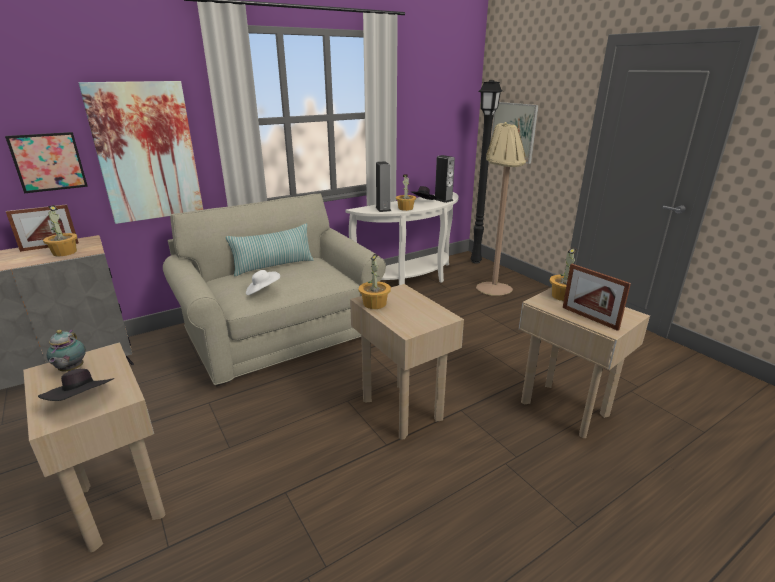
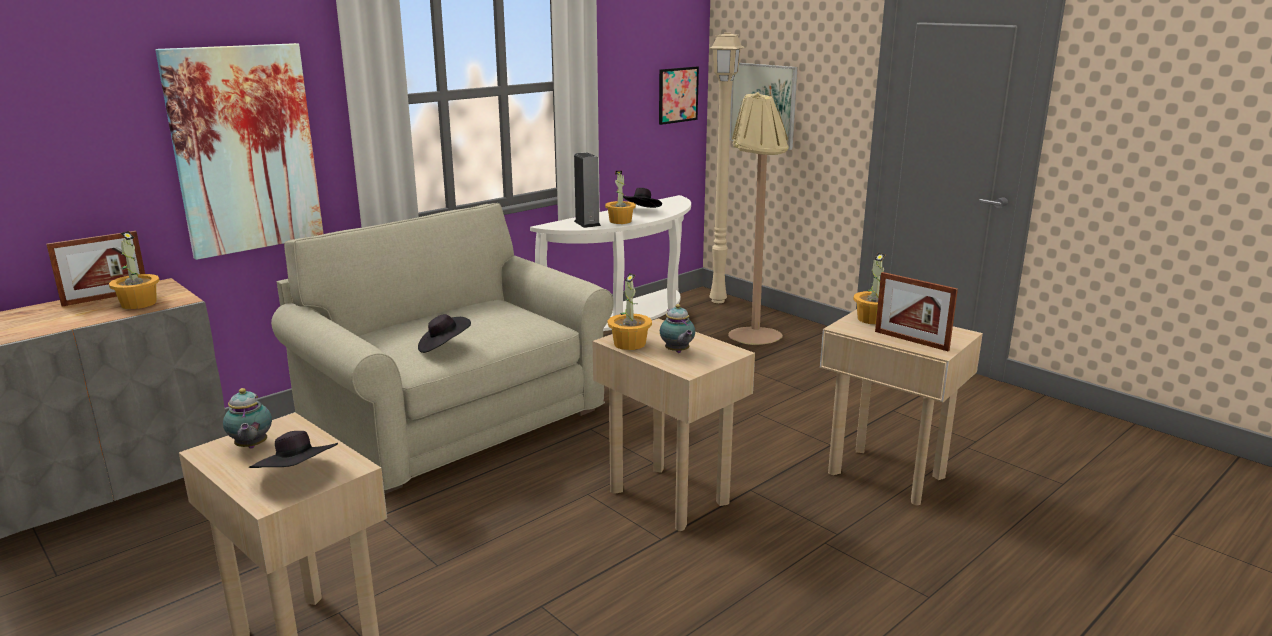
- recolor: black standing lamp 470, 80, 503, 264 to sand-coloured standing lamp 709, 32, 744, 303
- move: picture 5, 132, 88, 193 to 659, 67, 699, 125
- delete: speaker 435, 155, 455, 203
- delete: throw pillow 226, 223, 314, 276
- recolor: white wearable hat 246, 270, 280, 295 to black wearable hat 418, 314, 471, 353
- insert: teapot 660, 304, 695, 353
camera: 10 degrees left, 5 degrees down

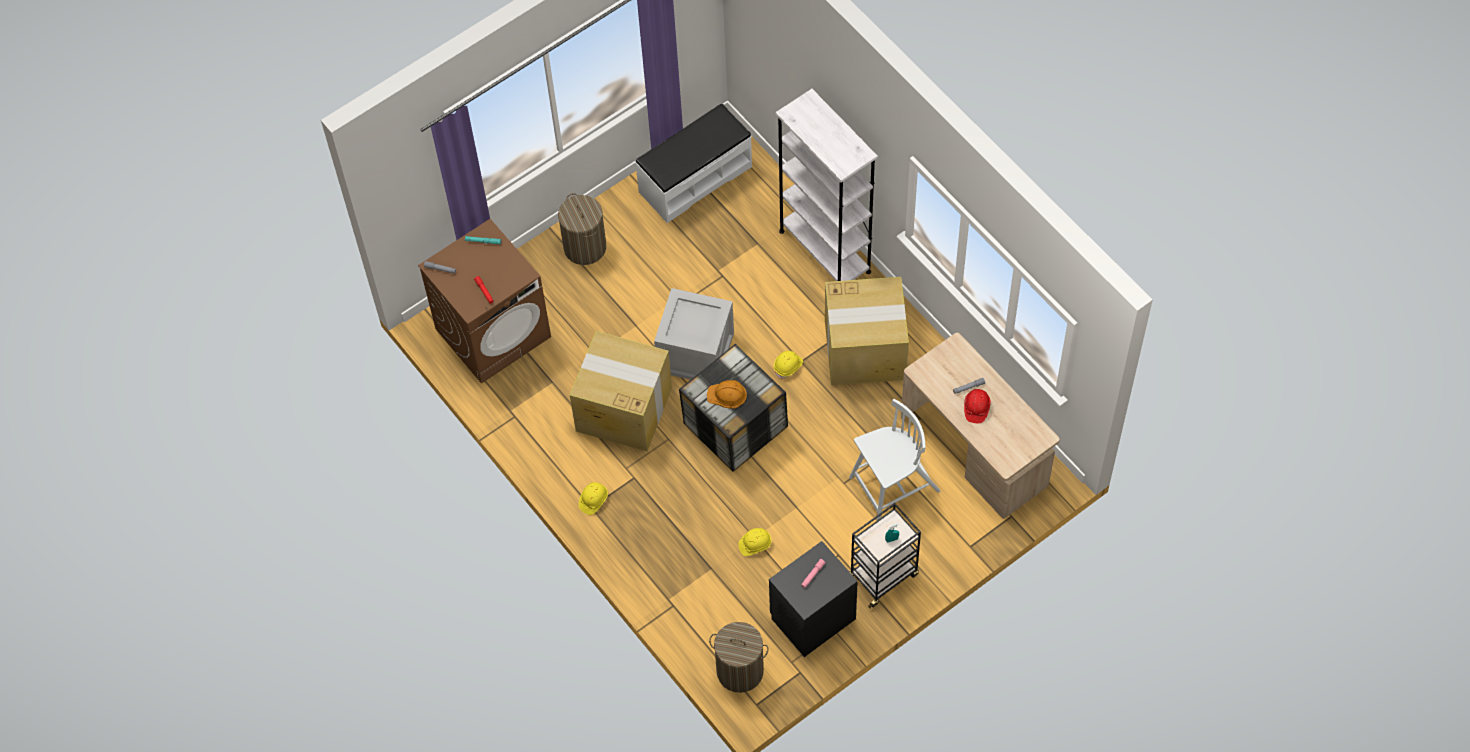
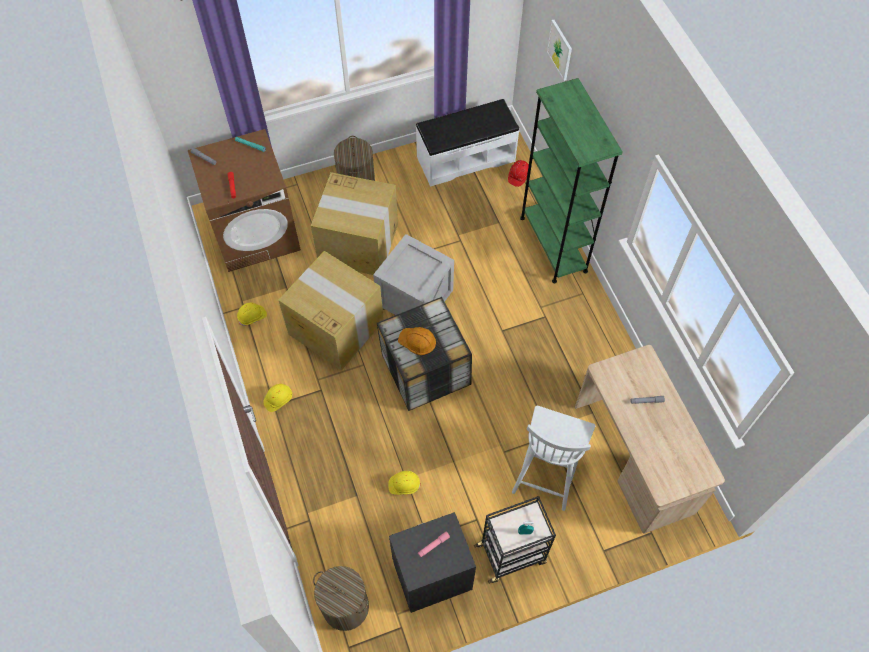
- recolor: white shelving unit 775, 89, 878, 281 to green-coloured shelving unit 520, 78, 623, 283
- move: carton 825, 277, 909, 385 to 311, 172, 398, 275
- move: yellow work helmet 774, 351, 803, 378 to 237, 303, 267, 326
- move: red-coloured work helmet 964, 389, 991, 423 to 508, 160, 529, 187
- rotate: white plain chair 849, 399, 940, 520 = 512, 406, 596, 511 120 degrees clockwise
- insert: picture 547, 20, 572, 81
camera: 15 degrees right, 0 degrees up

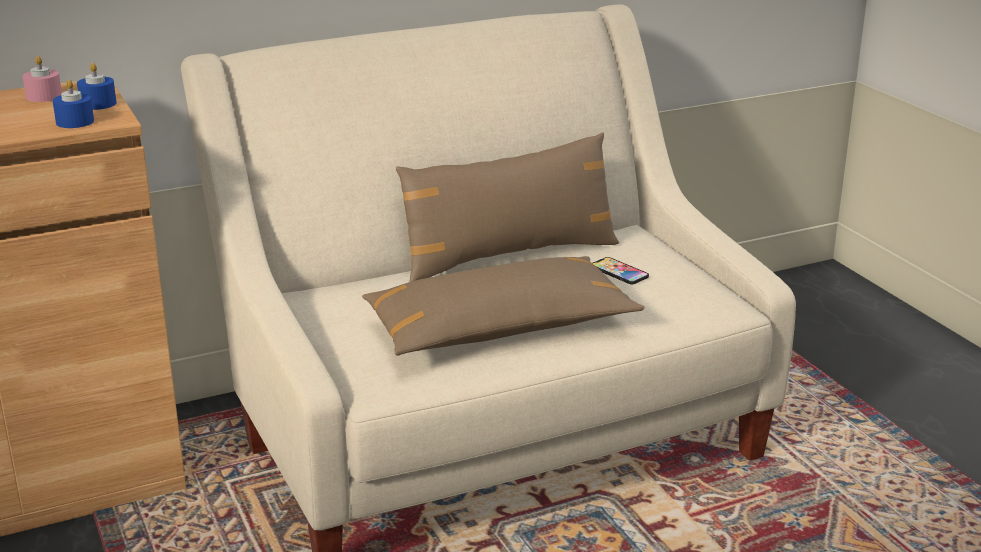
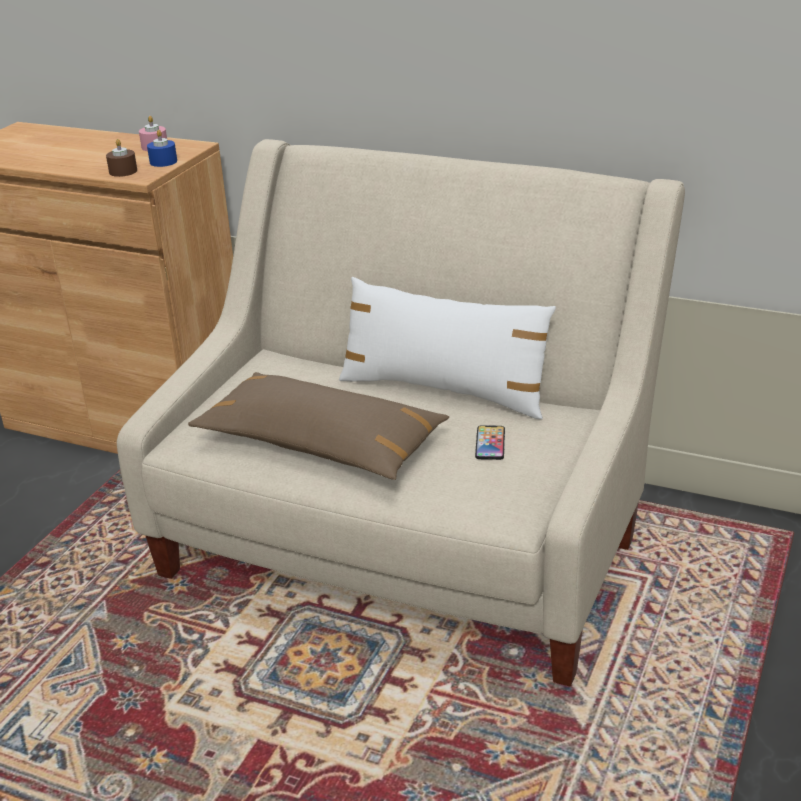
- recolor: blue wax candle 53, 79, 94, 128 to brown-coloured wax candle 106, 139, 137, 177
- recolor: brown-coloured throw pillow 396, 132, 619, 282 to white throw pillow 339, 277, 556, 420
camera: 50 degrees right, 5 degrees up

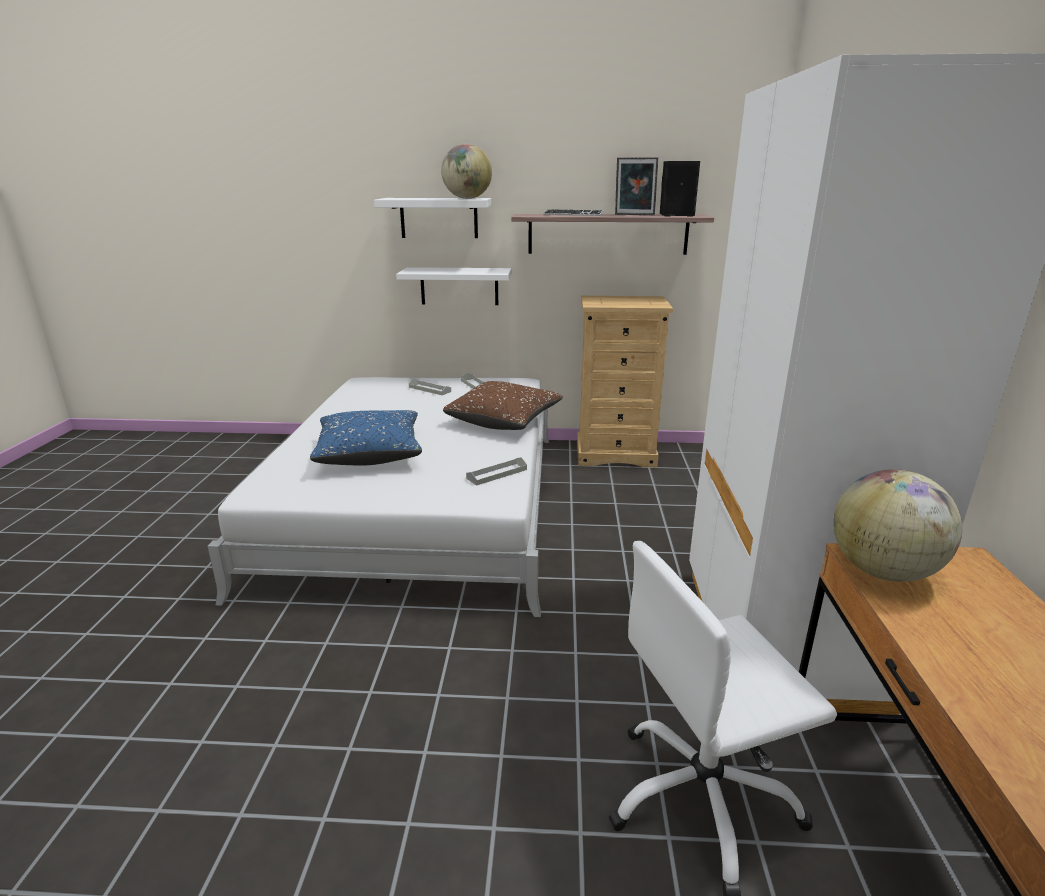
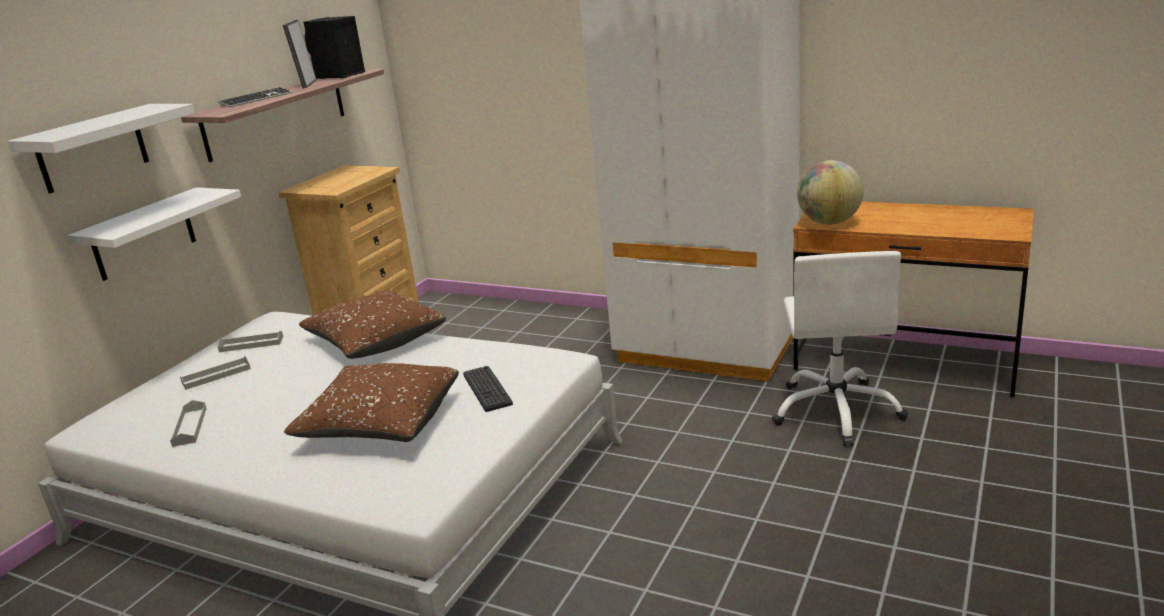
- delete: world globe 441, 144, 492, 199
- rotate: photo frame 615, 157, 658, 215 = 283, 20, 317, 88 135 degrees clockwise
- recolor: blue throw pillow 310, 410, 422, 465 to brown-coloured throw pillow 284, 363, 459, 442
- move: grey serving tray 466, 457, 527, 486 to 170, 400, 207, 447
- insert: keyboard 463, 366, 513, 412
camera: 65 degrees left, 0 degrees up

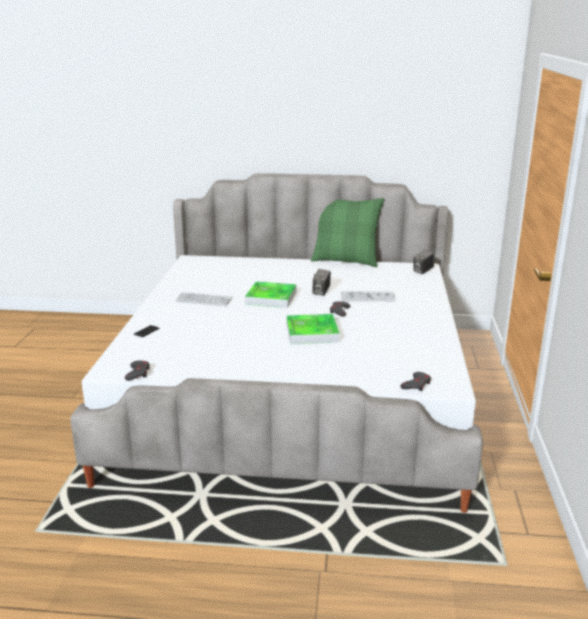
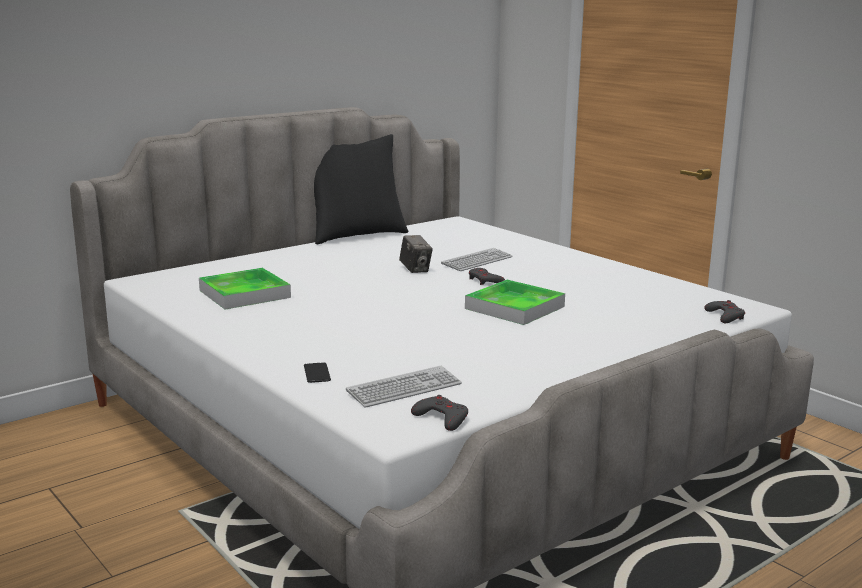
- recolor: green-coloured throw pillow 311, 198, 385, 267 to black throw pillow 314, 134, 408, 244
- delete: still camera 413, 250, 434, 274
- move: serving tray 245, 281, 297, 308 to 199, 268, 291, 309
- move: keyboard 175, 292, 232, 306 to 346, 366, 462, 408
camera: 45 degrees left, 5 degrees down

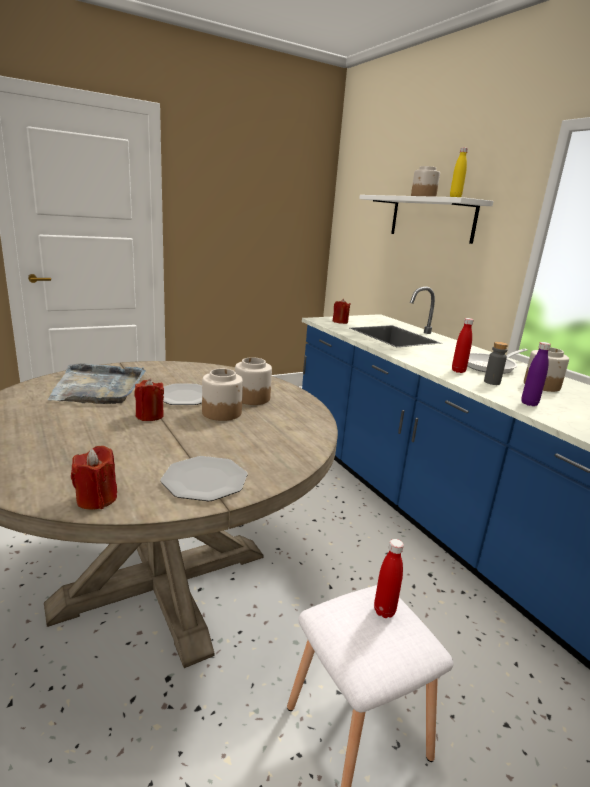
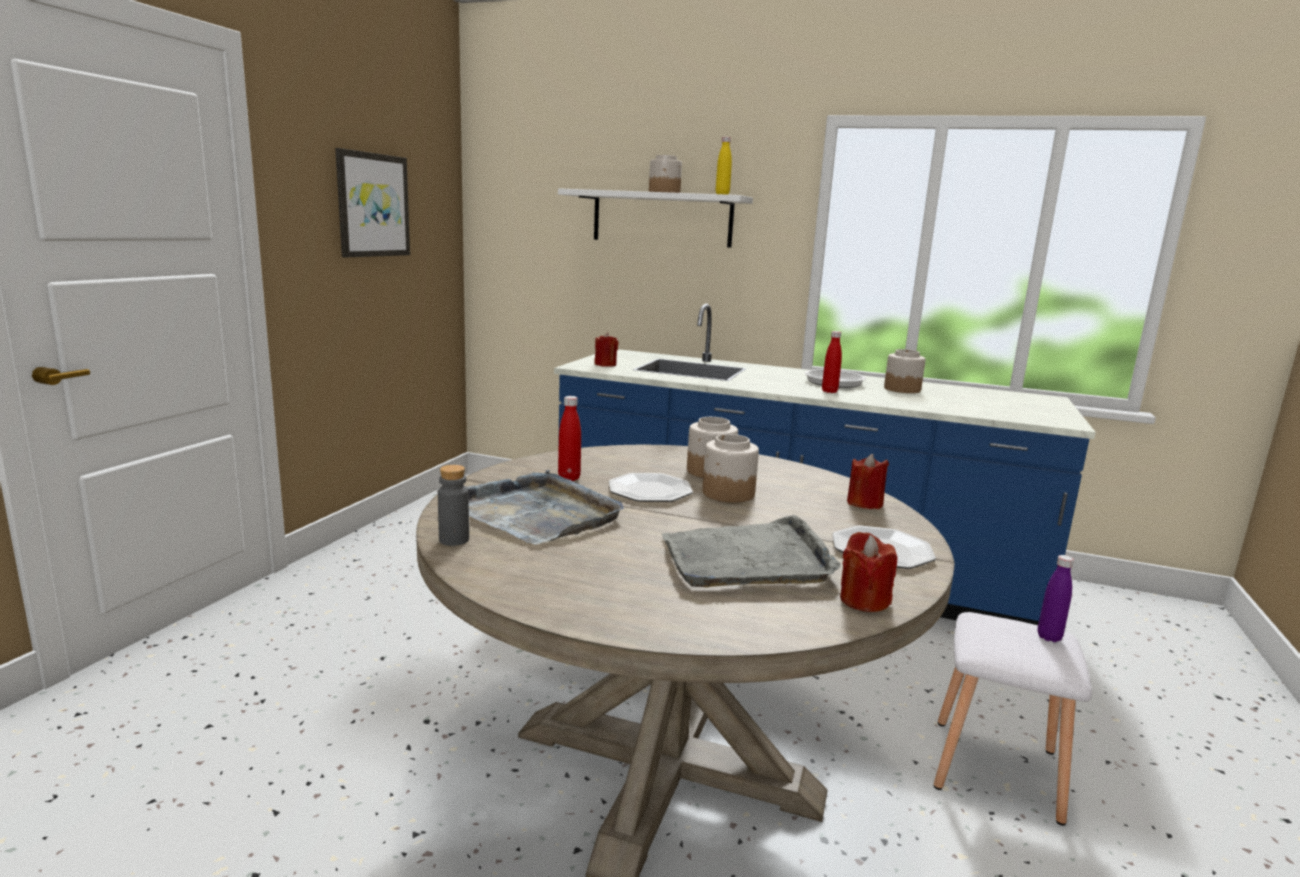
- move: grey drink bottle 484, 342, 508, 385 to 438, 465, 469, 546
- move: purple-coloured drink bottle 521, 342, 551, 406 to 1038, 555, 1074, 642
- move: red-coloured wax candle 134, 378, 164, 421 to 847, 454, 889, 509
- move: red-coloured drink bottle 374, 539, 404, 618 to 558, 396, 581, 481
- insert: picture 335, 148, 410, 258
- insert: grey serving tray 662, 515, 841, 587
camera: 40 degrees left, 5 degrees down

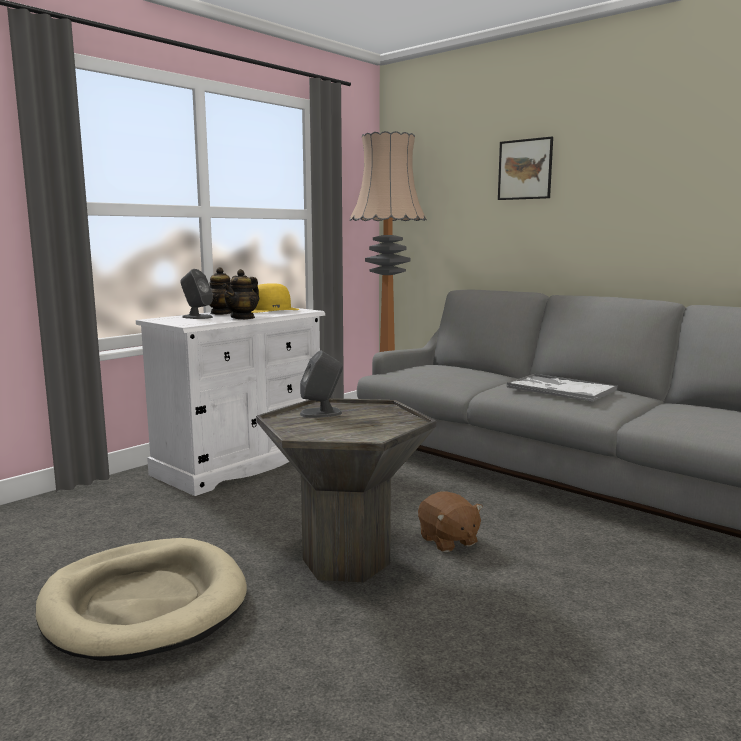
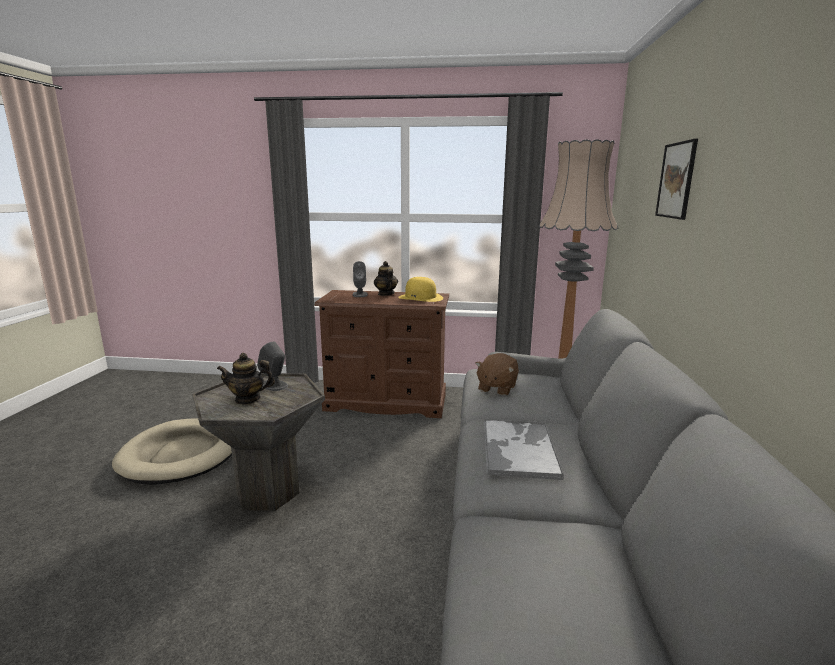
- move: teapot 223, 269, 259, 319 to 217, 353, 275, 405
- recolor: white drawer chest 136, 308, 325, 496 to brown-coloured drawer chest 315, 290, 449, 418
- move: brown-coloured soft toy 418, 491, 483, 552 to 475, 353, 519, 396
camera: 55 degrees right, 5 degrees up

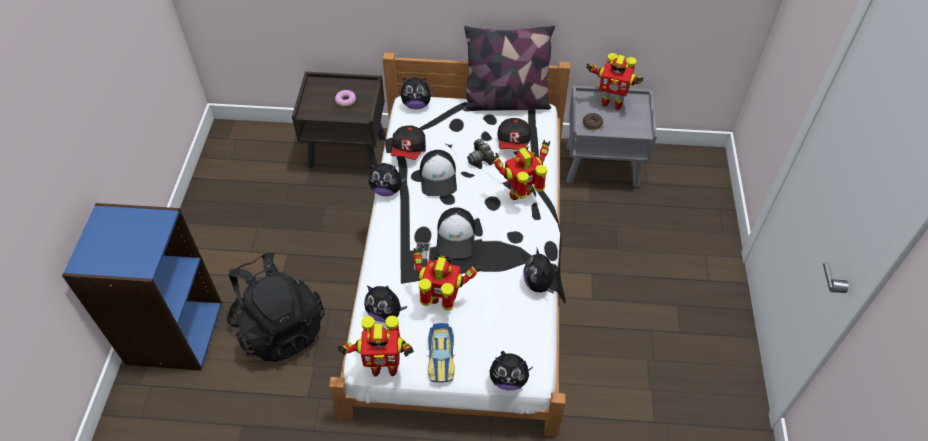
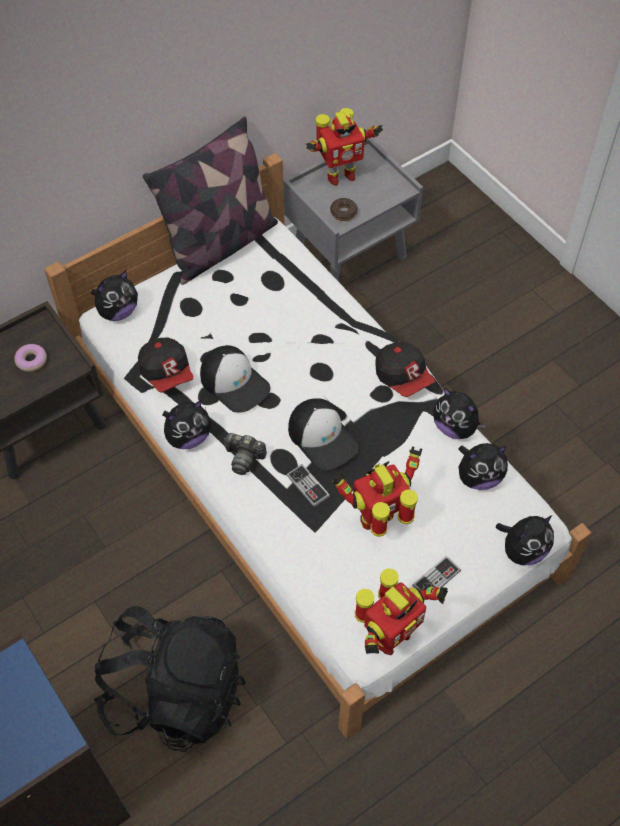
- move: cap 497, 118, 531, 150 to 375, 342, 435, 397
- move: still camera 467, 138, 494, 165 to 224, 433, 267, 475
- delete: model robot 491, 140, 550, 200
- move: soft toy 364, 286, 407, 323 to 459, 443, 508, 490
- replace: model car 428, 323, 455, 383 to joypad 412, 556, 461, 600
camera: 40 degrees left, 5 degrees up

